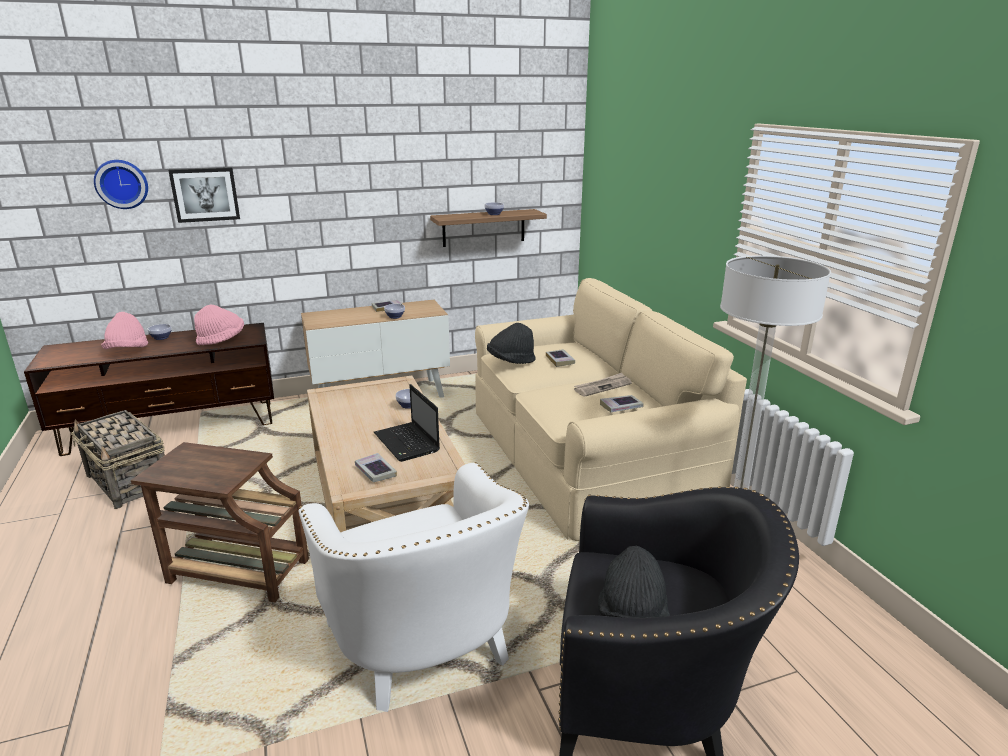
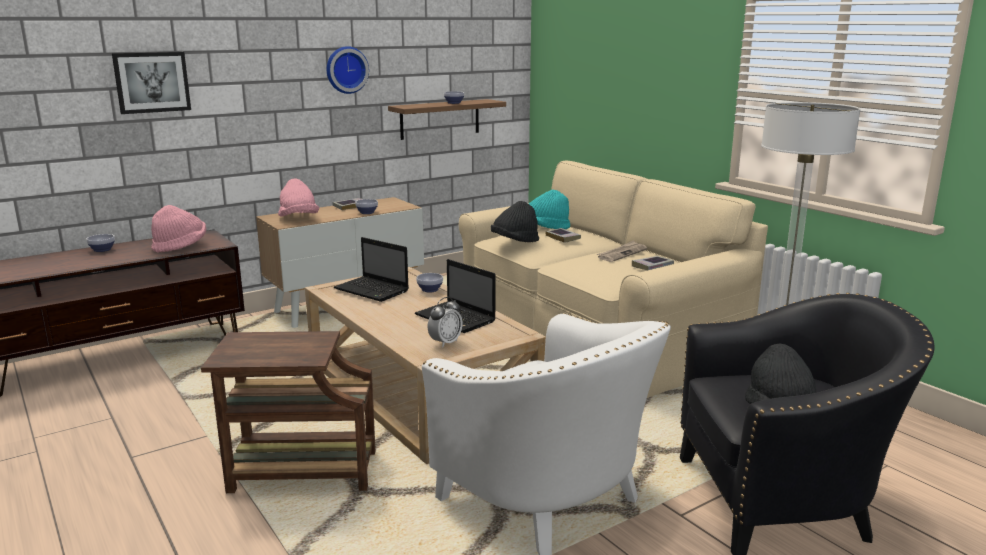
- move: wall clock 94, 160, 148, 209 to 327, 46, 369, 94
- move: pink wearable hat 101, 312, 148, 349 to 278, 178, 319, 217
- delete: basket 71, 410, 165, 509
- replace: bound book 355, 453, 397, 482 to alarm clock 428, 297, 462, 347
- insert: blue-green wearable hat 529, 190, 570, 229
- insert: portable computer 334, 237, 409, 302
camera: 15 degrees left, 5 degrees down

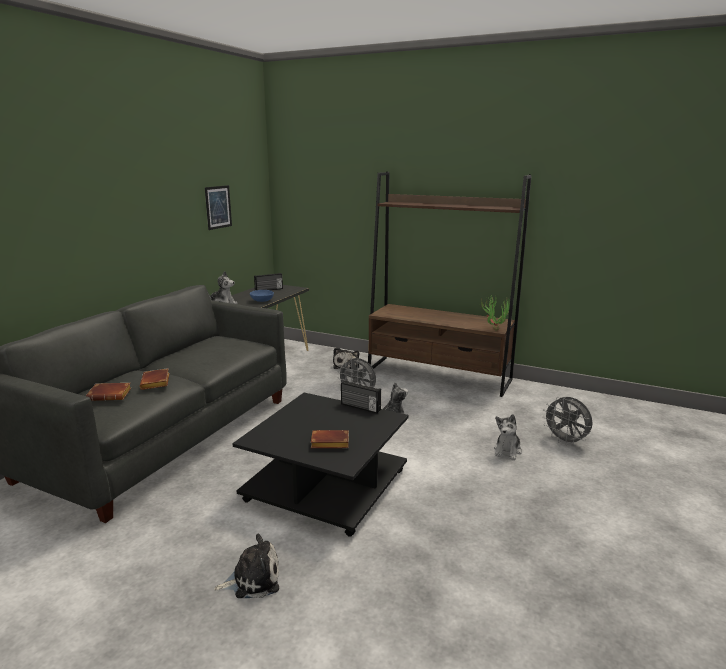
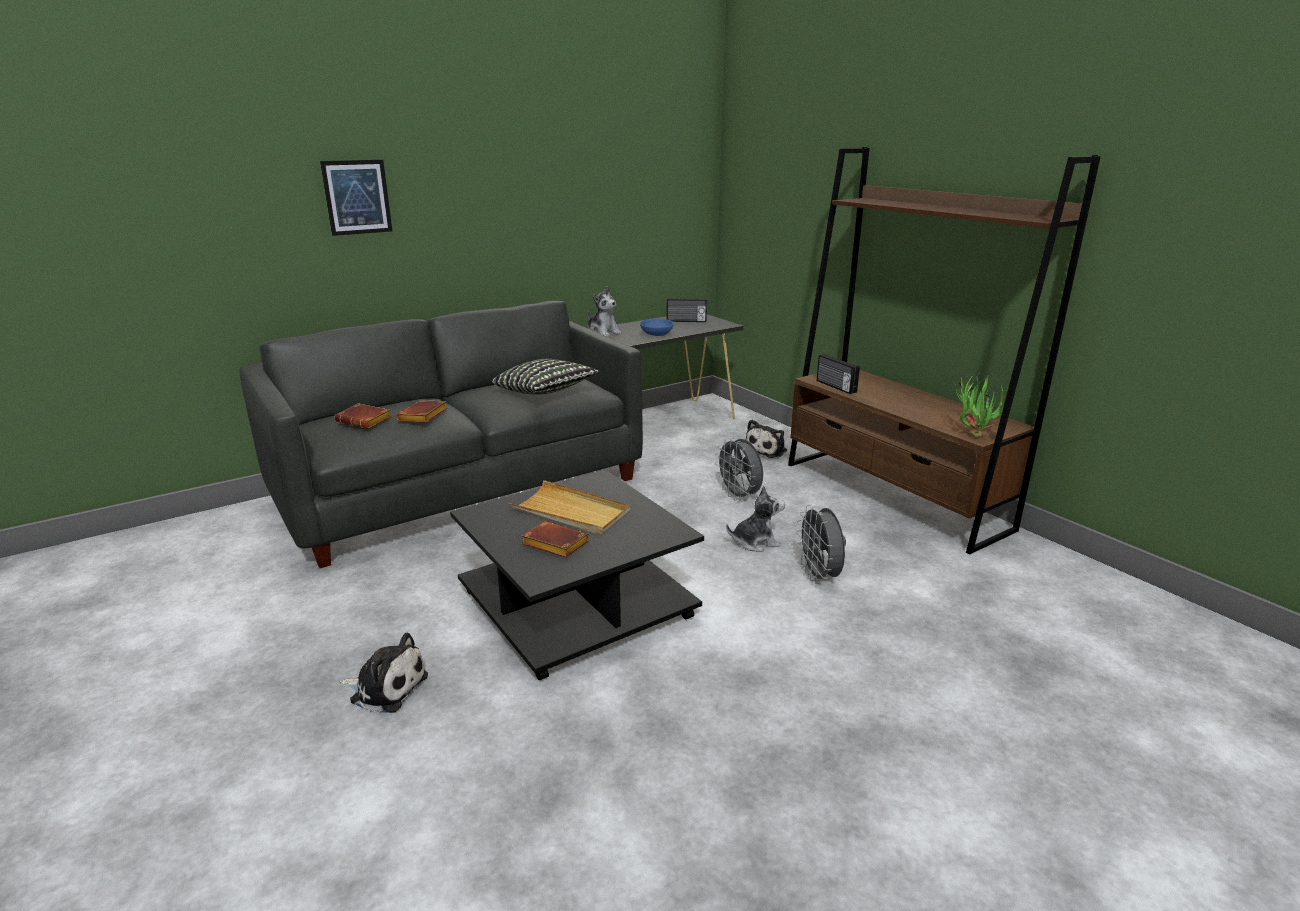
- move: picture 205, 185, 232, 230 to 320, 160, 392, 236
- move: radio receiver 341, 380, 381, 413 to 817, 354, 860, 394
- move: grey cooling fan 542, 397, 592, 446 to 796, 505, 846, 584
- delete: soft toy 494, 414, 522, 460
- insert: throw pillow 492, 359, 599, 395
- insert: sand-coloured serving tray 508, 480, 630, 535
camera: 30 degrees right, 5 degrees up

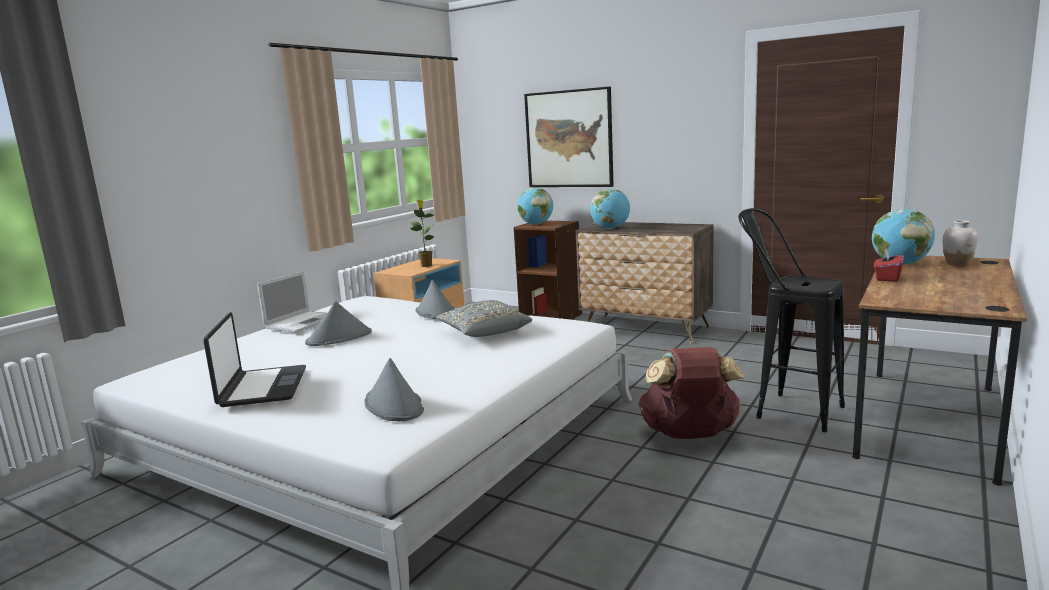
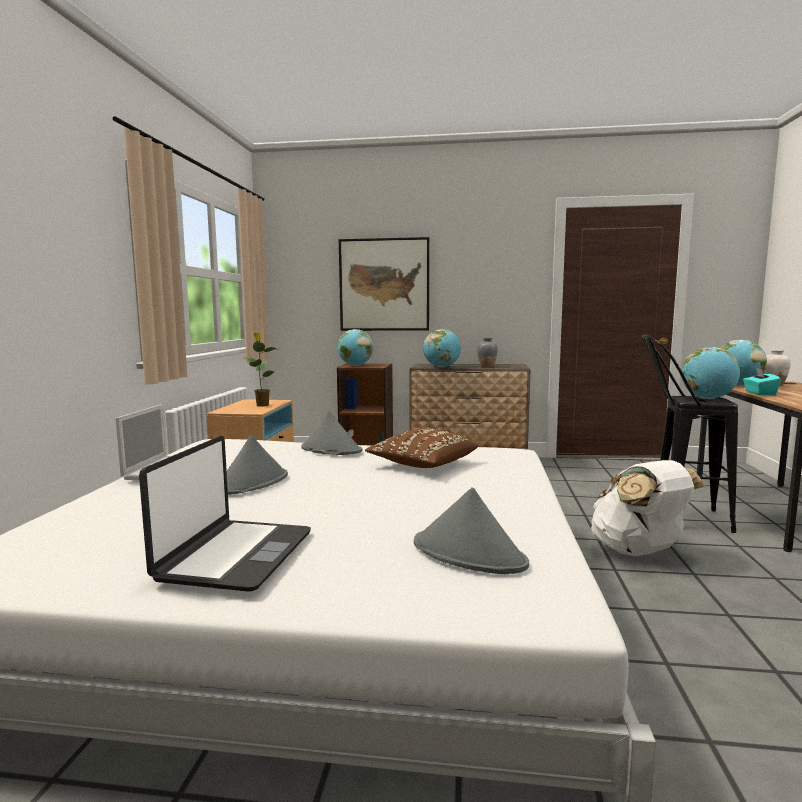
- recolor: red-coloured tissue holder 874, 248, 904, 282 to blue-green tissue holder 743, 368, 781, 395
- recolor: grey throw pillow 436, 300, 532, 337 to brown-coloured throw pillow 365, 428, 478, 468
- rotate: portable computer 203, 312, 306, 407 = 139, 436, 311, 592 45 degrees clockwise
- recolor: brown-coloured knapsack 639, 347, 744, 439 to white knapsack 591, 460, 705, 556
- insert: grey flower vase 477, 338, 498, 367
- insert: world globe 682, 347, 740, 399
camera: 25 degrees left, 5 degrees down

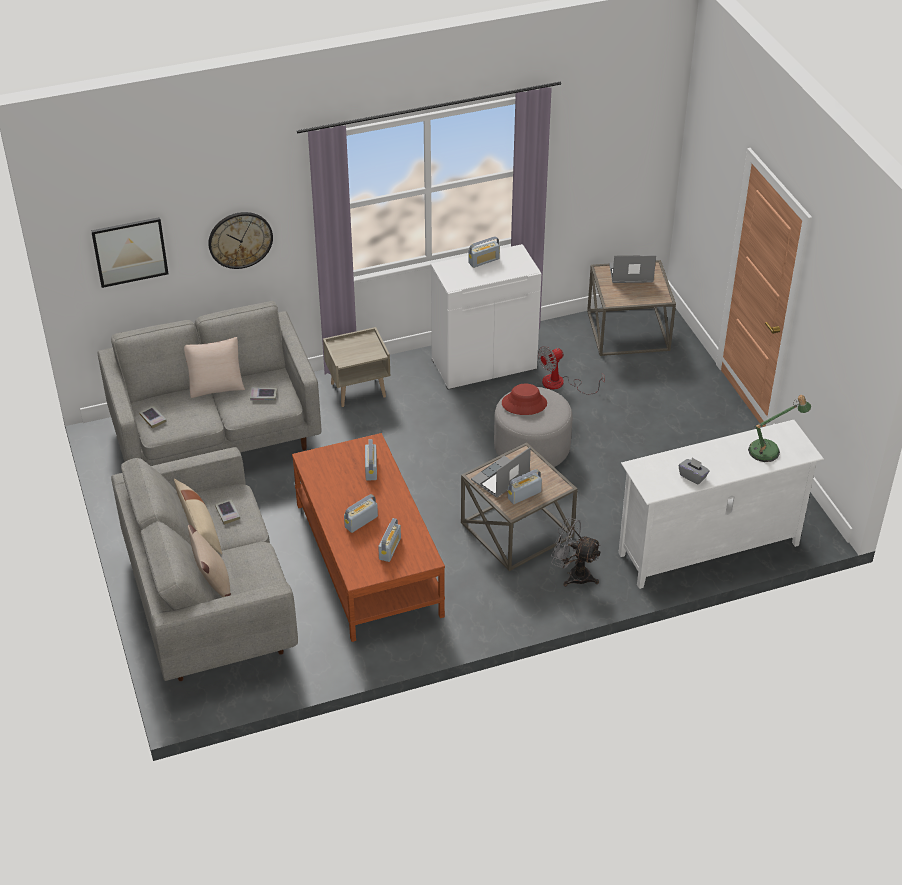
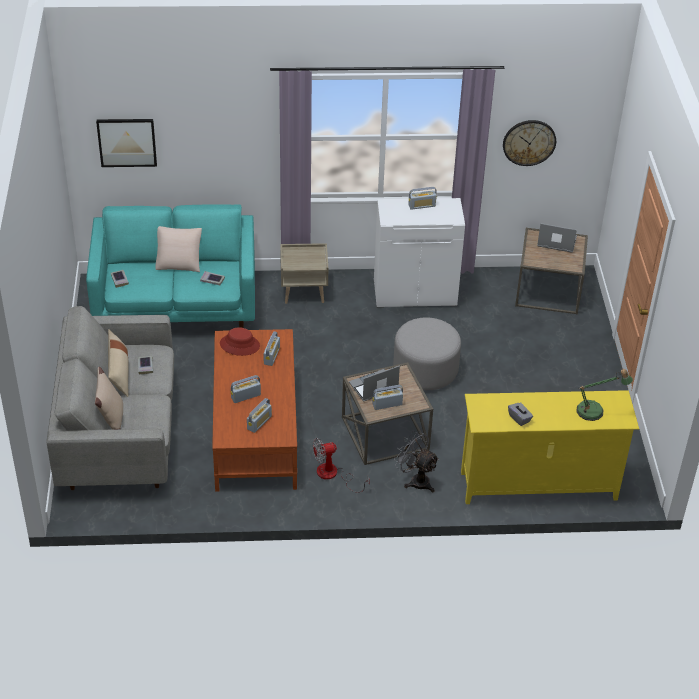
- move: wall clock 208, 212, 273, 269 to 503, 120, 556, 166
- recolor: grey settee 97, 301, 322, 466 to blue-green settee 86, 204, 255, 328
- move: cooling fan 538, 346, 605, 394 to 313, 438, 370, 493
- move: red-coloured wearable hat 502, 384, 547, 415 to 220, 327, 260, 356
- recolor: white tv unit 618, 420, 824, 589 to yellow tv unit 461, 390, 639, 504
camera: 15 degrees right, 0 degrees up

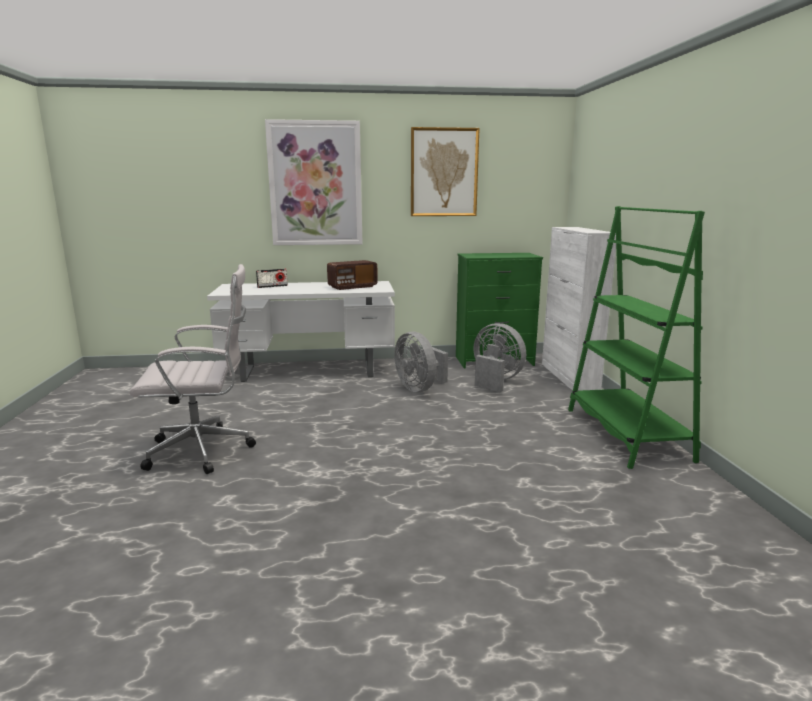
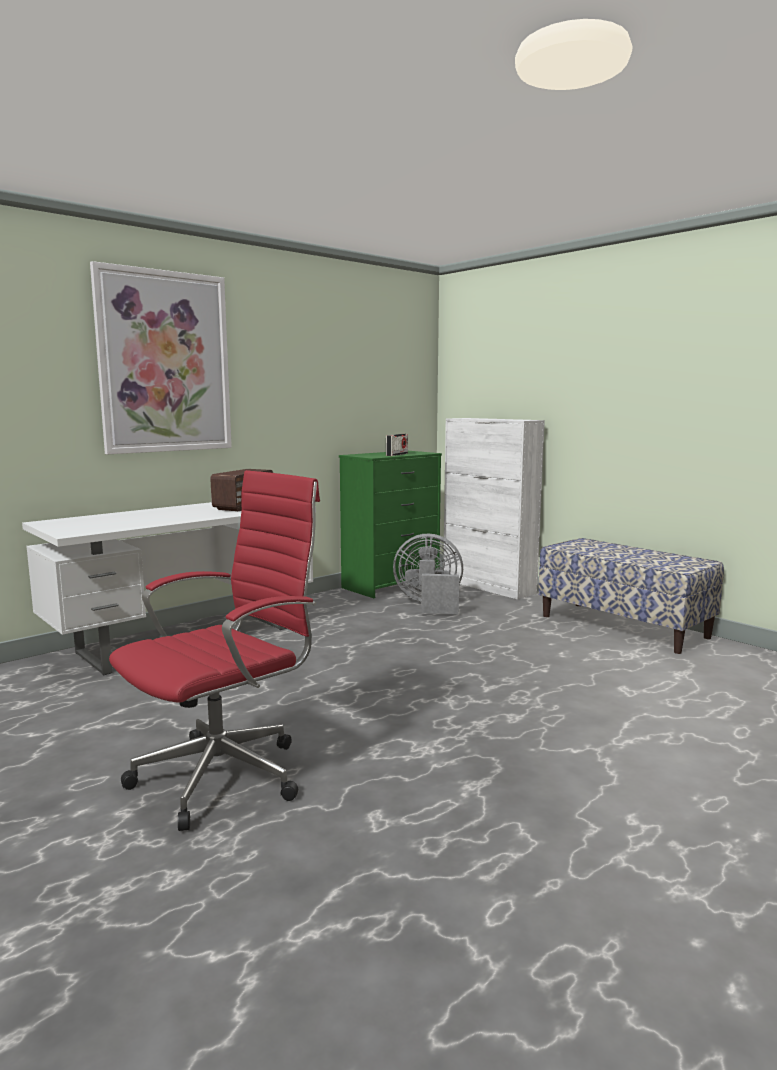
- delete: picture 411, 127, 480, 216
- replace: green-coloured shelving unit 568, 206, 705, 469 to long seat 538, 538, 724, 654
- recolor: white office chair 129, 264, 256, 474 to red-coloured office chair 109, 470, 320, 831
- move: radio receiver 256, 269, 288, 288 to 386, 434, 408, 456
- delete: grey cooling fan 394, 332, 448, 392
camera: 35 degrees left, 5 degrees down

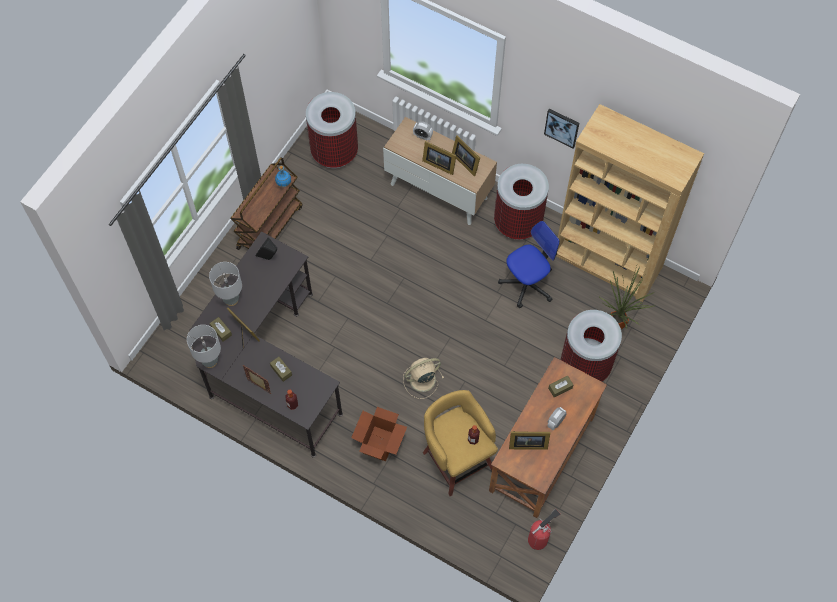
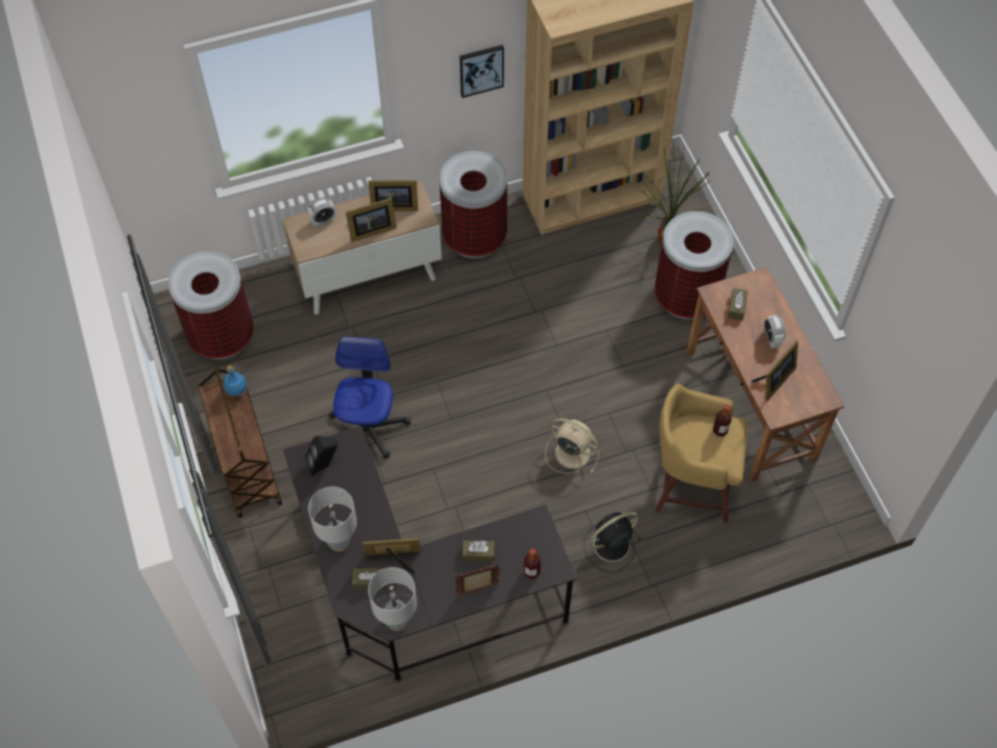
- move: office chair 498, 221, 560, 308 to 329, 336, 411, 459
- rotate: sand-coloured cooling fan 403, 358, 444, 399 = 545, 418, 599, 474 105 degrees clockwise
- replace: carton 351, 407, 407, 461 to black cooling fan 584, 512, 642, 572
- delete: fire-fighting cylinder 528, 509, 560, 550
camera: 50 degrees left, 5 degrees down

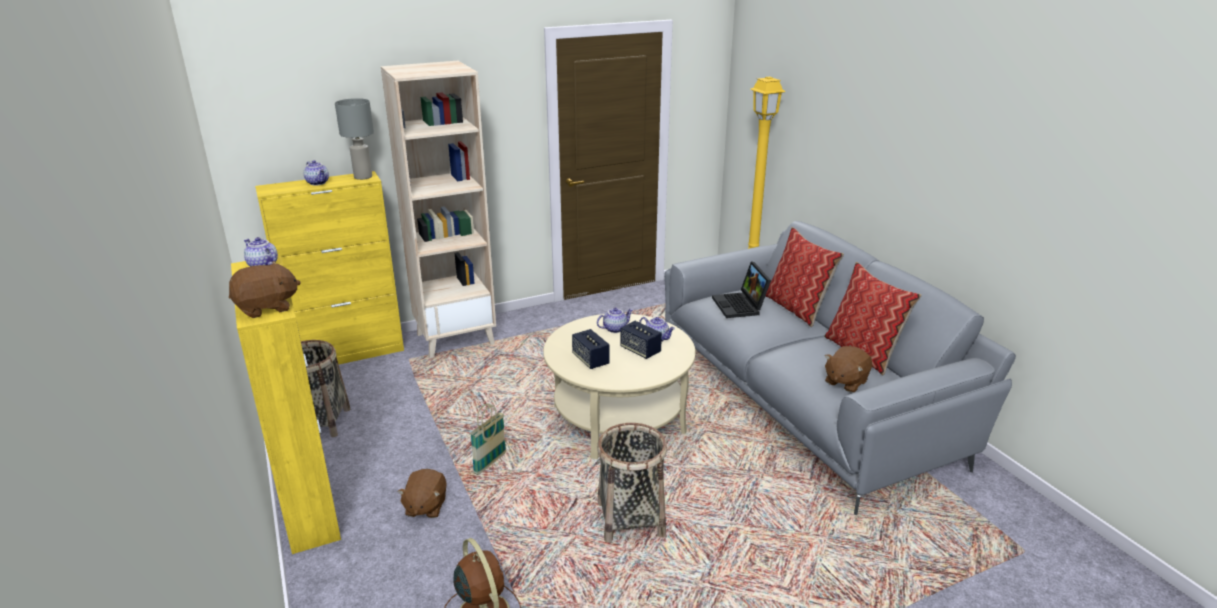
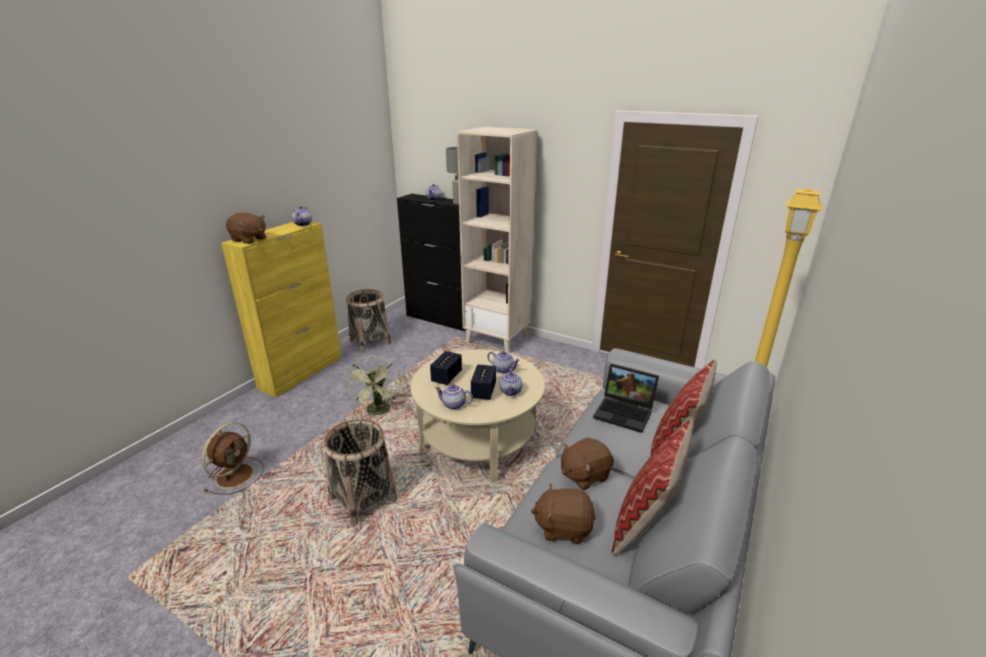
- recolor: yellow cupboard 255, 171, 404, 364 to black cupboard 397, 194, 467, 331
- rotate: portable computer 712, 261, 771, 318 = 593, 364, 659, 433 105 degrees counterclockwise
- replace: basket 470, 404, 506, 475 to green-coloured cooling fan 346, 357, 401, 415
- move: brown-coloured soft toy 397, 469, 447, 518 to 561, 437, 614, 490
- insert: teapot 435, 384, 473, 410
camera: 55 degrees right, 0 degrees up

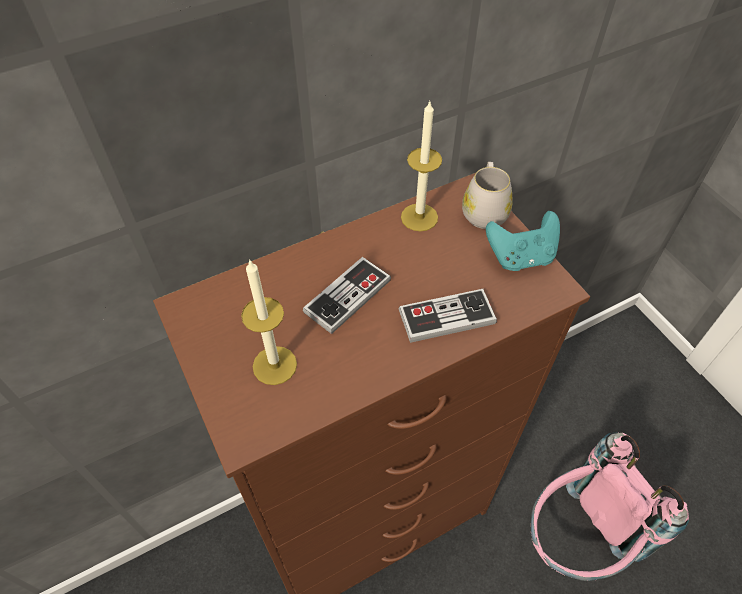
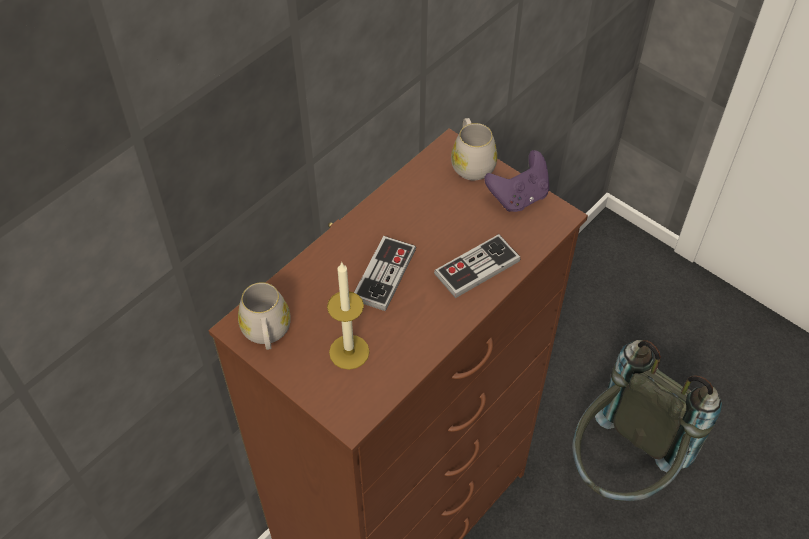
- delete: wax candle 401, 102, 442, 231
- recolor: blue-green joypad 486, 211, 560, 271 to purple-coloured joypad 484, 150, 549, 212
- recolor: pink knapsack 531, 432, 689, 581 to grey knapsack 572, 340, 722, 501
- insert: white tea mug 238, 282, 291, 350
camera: 20 degrees left, 0 degrees up

